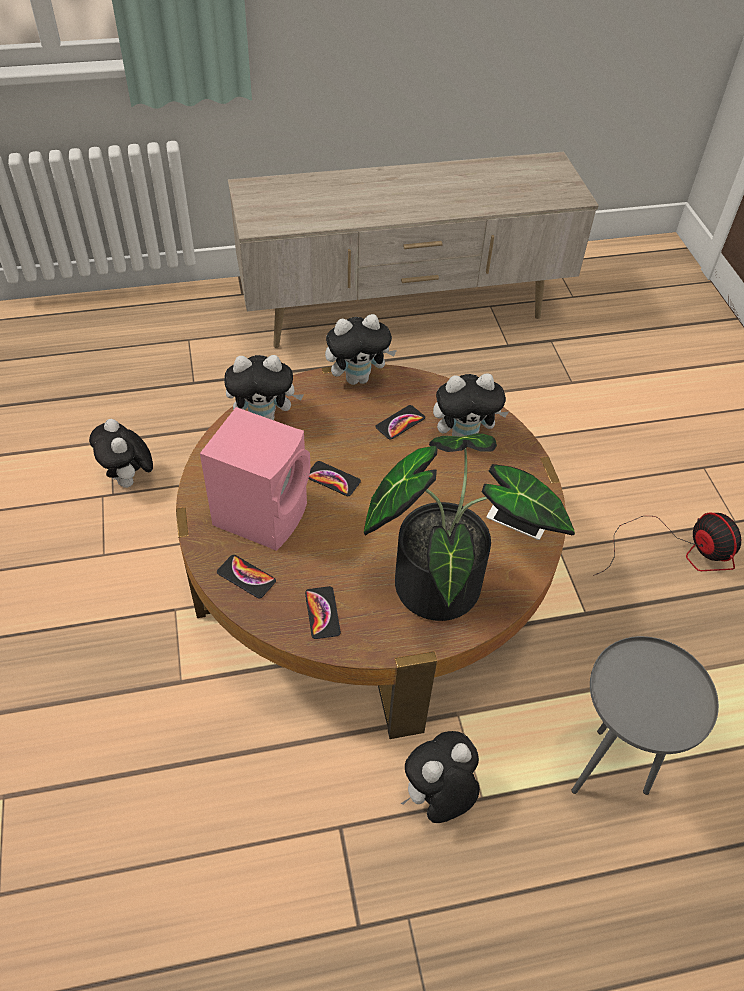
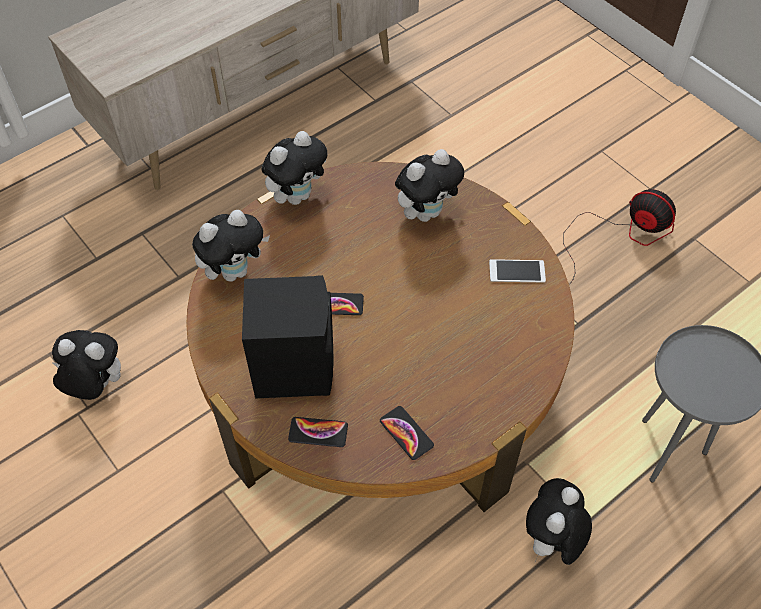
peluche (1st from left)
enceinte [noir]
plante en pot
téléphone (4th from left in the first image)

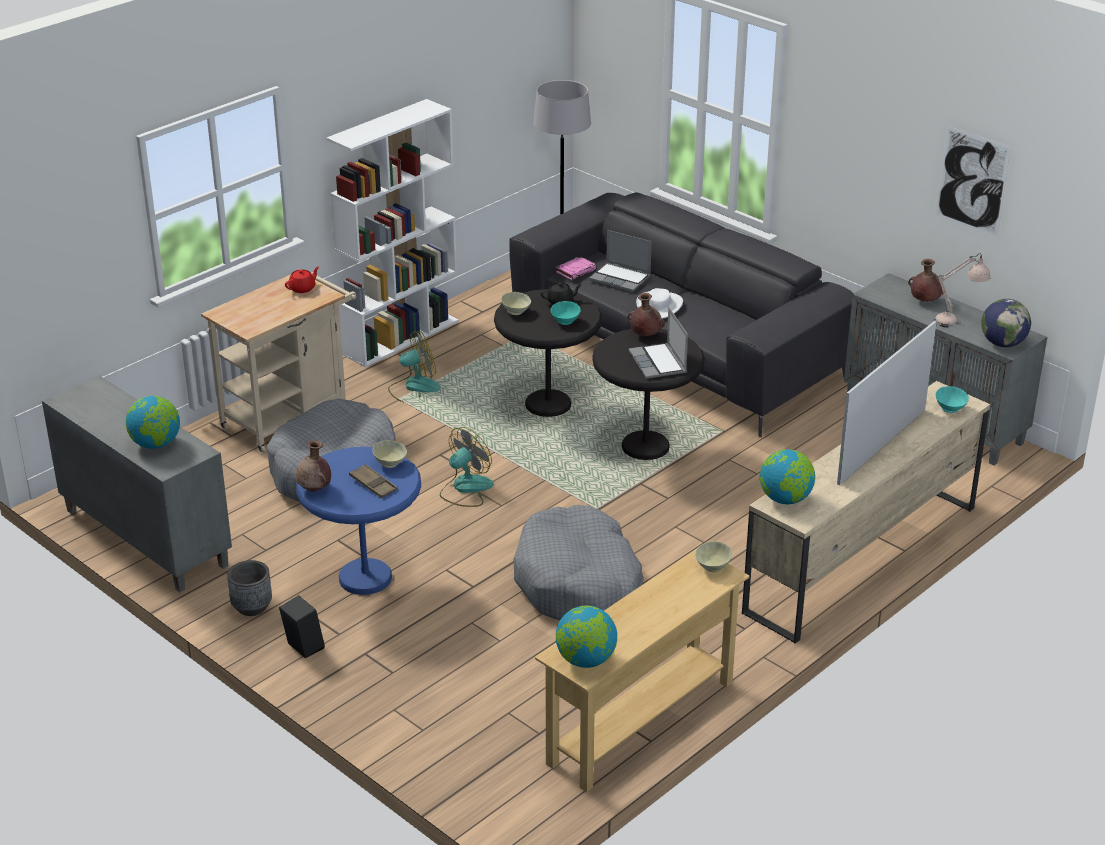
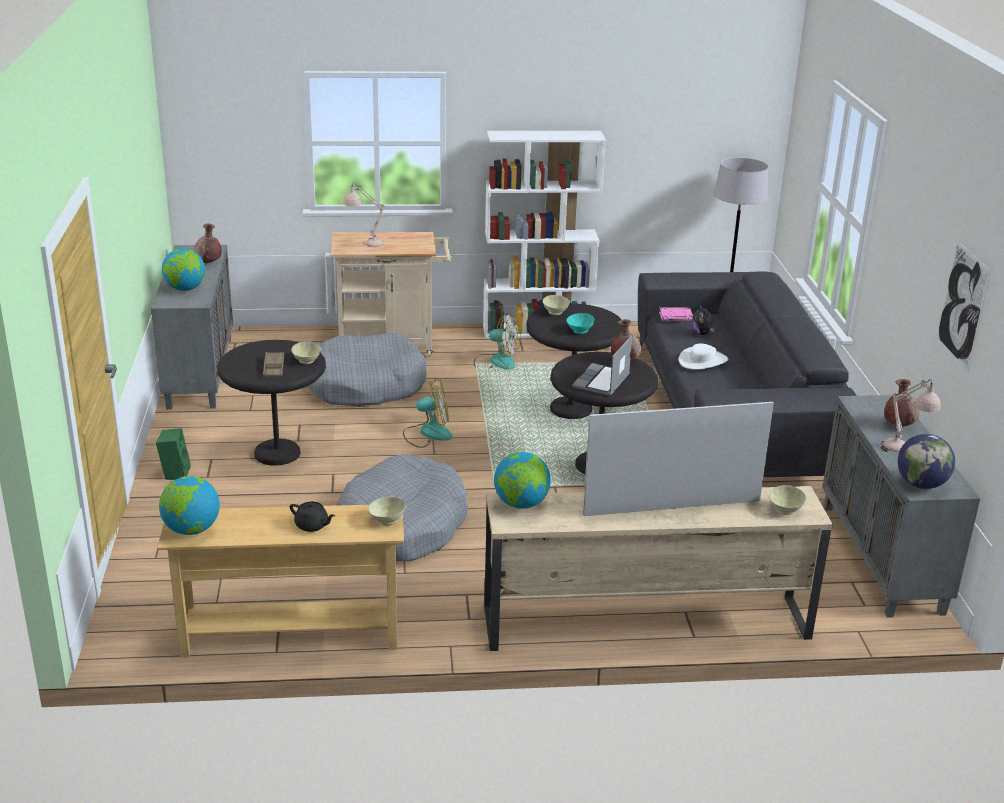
cache-pot [gris]
enceinte [vert]
théière [rouge]
vase [marron] (1st from left)
table d'appoint [noir] (1st from left)
théière [noir]
peluche
bol [beige] (4th from left)
lampe de table [beige] (1st from left)

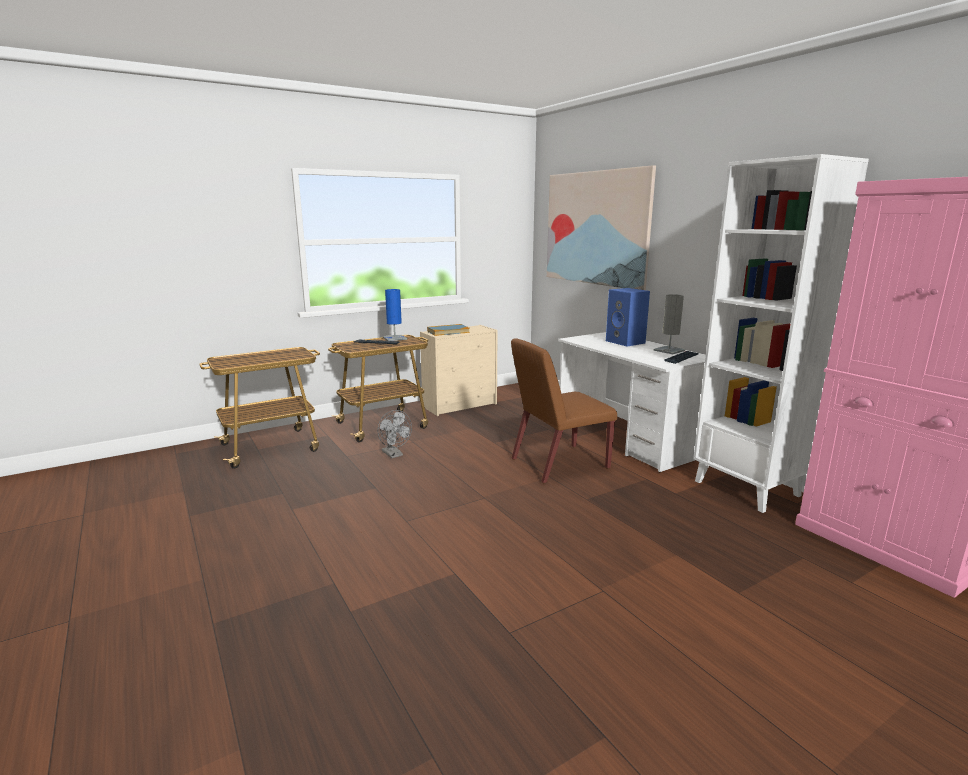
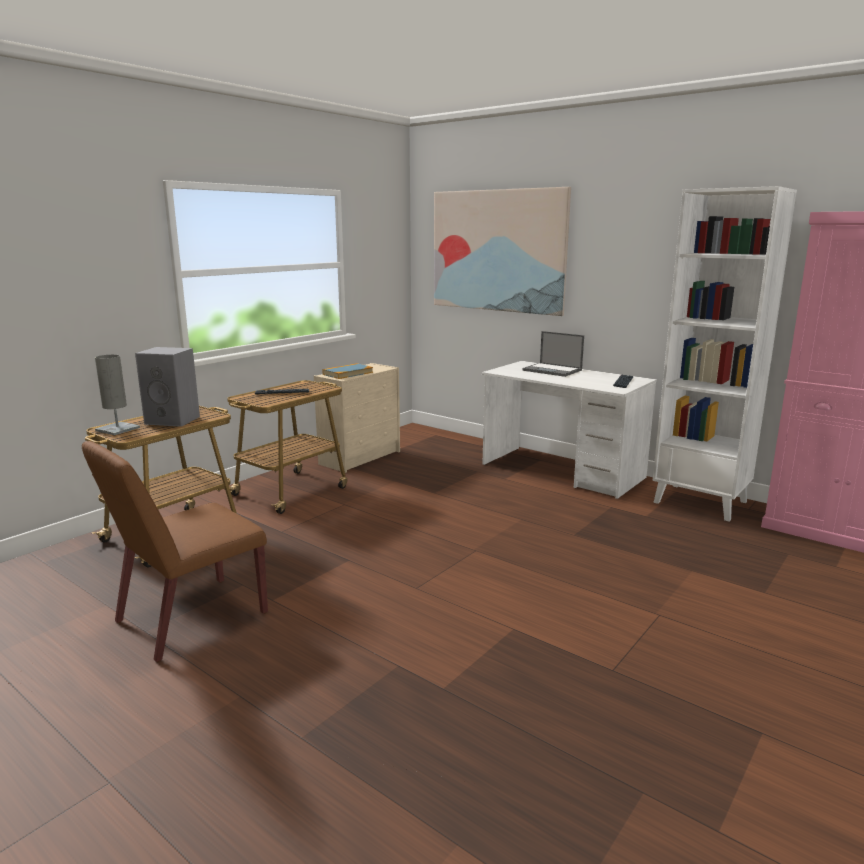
ventilateur [gris]
lampe de table [bleu]
chaise [marron]
ordinateur portable
lampe de table [gris]
enceinte [gris]

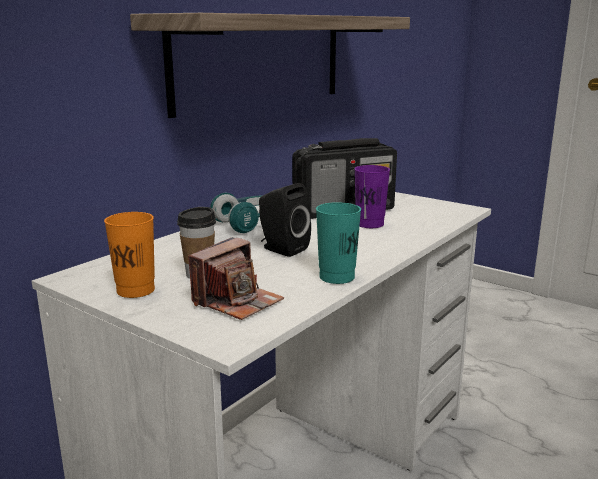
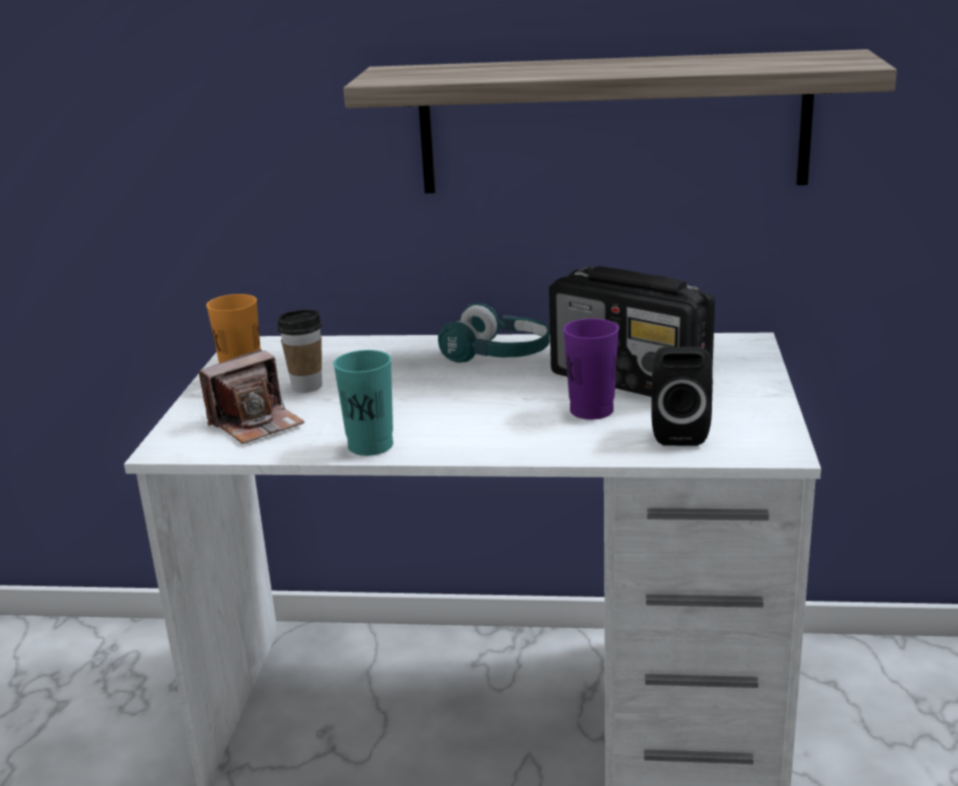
appareil photo
enceinte [noir]

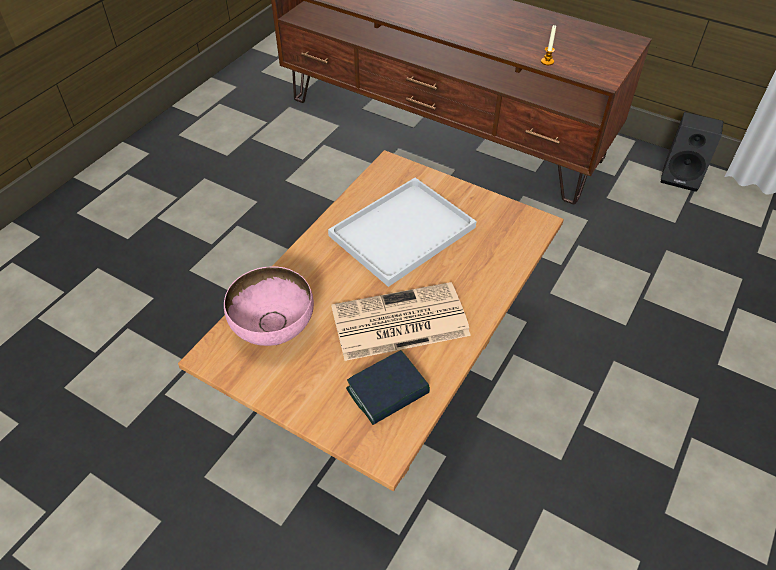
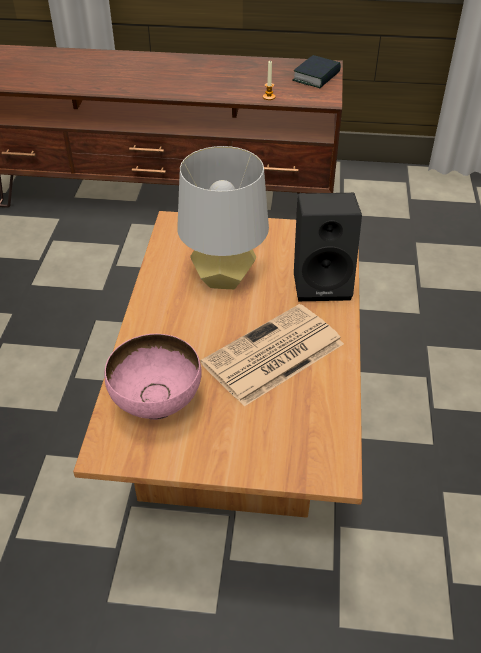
lampe de table [gris]
livre
enceinte [noir]

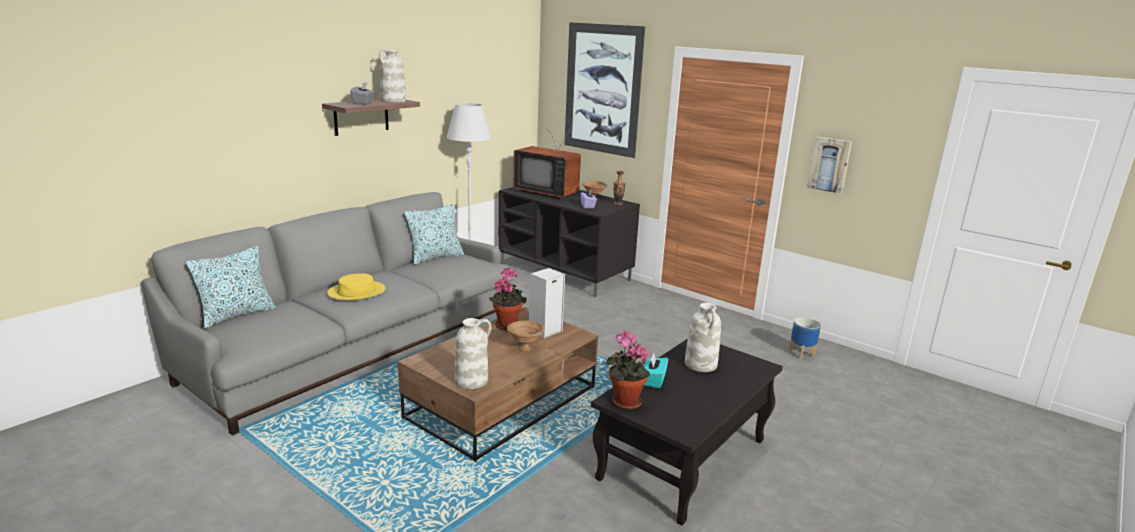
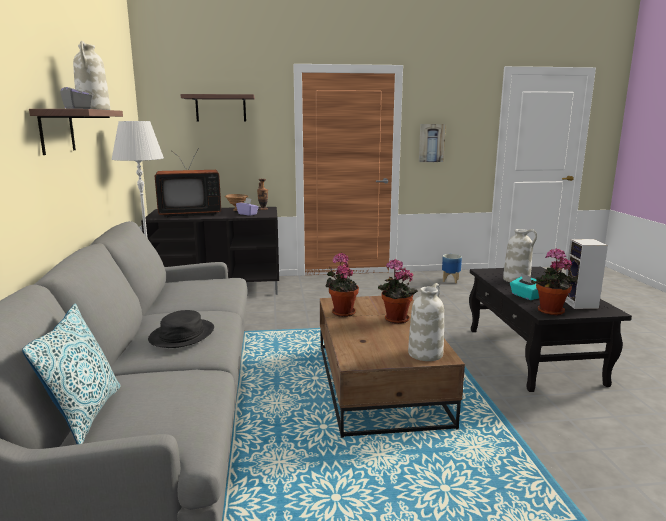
chapeau [noir]
coussin (2nd from left in the first image)
plante en pot (2nd from left)
enceinte
étagère (2nd from left)

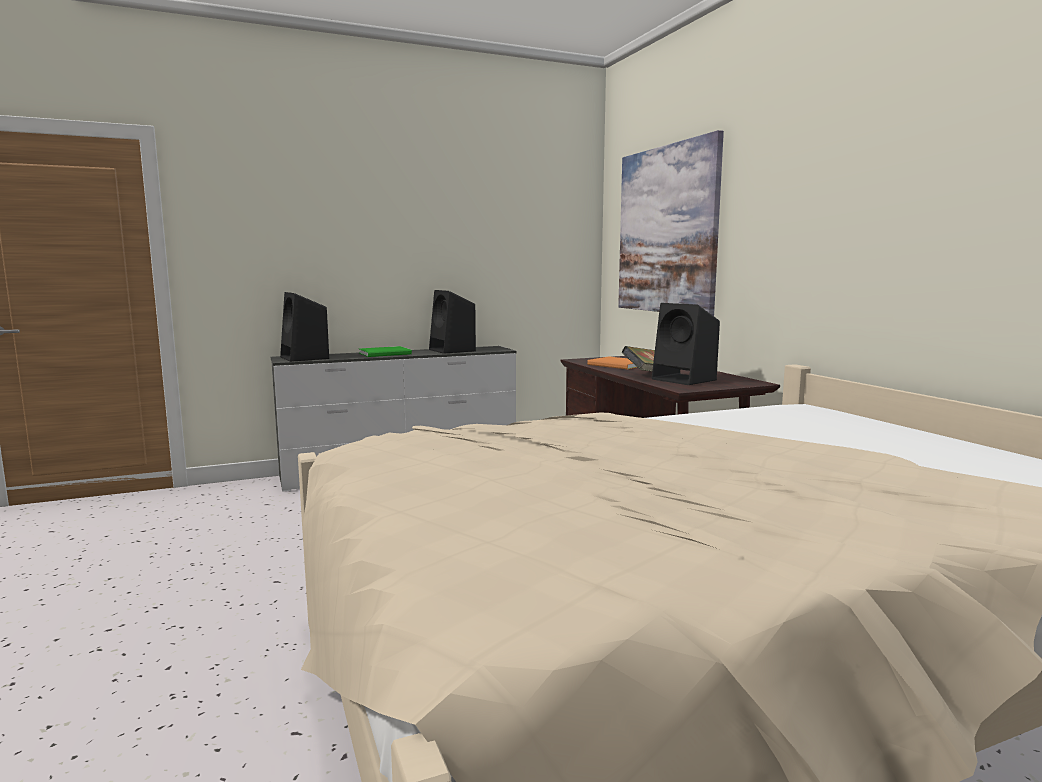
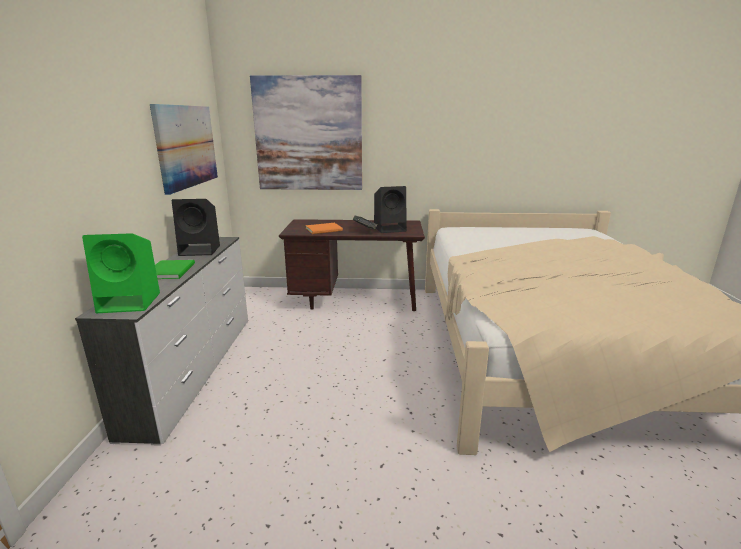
enceinte [vert]
tableau (1st from left)

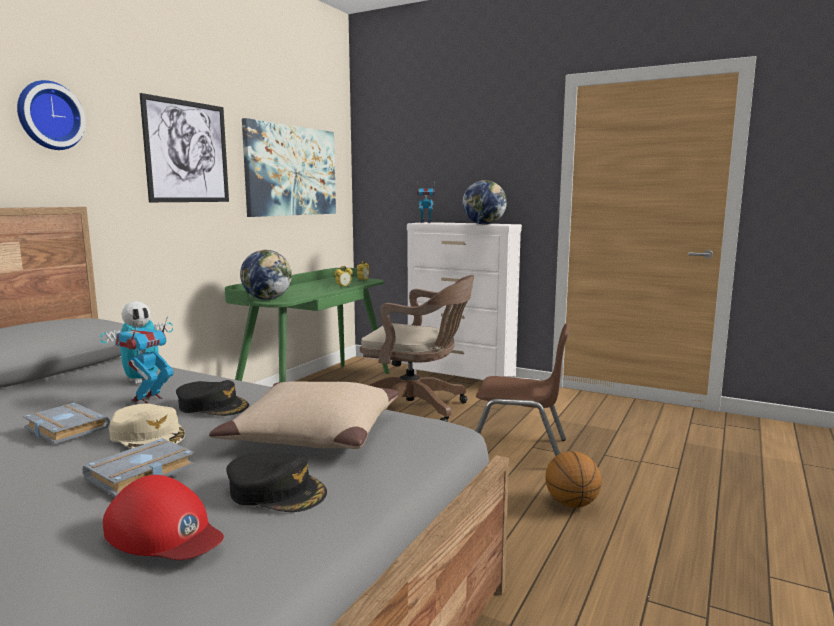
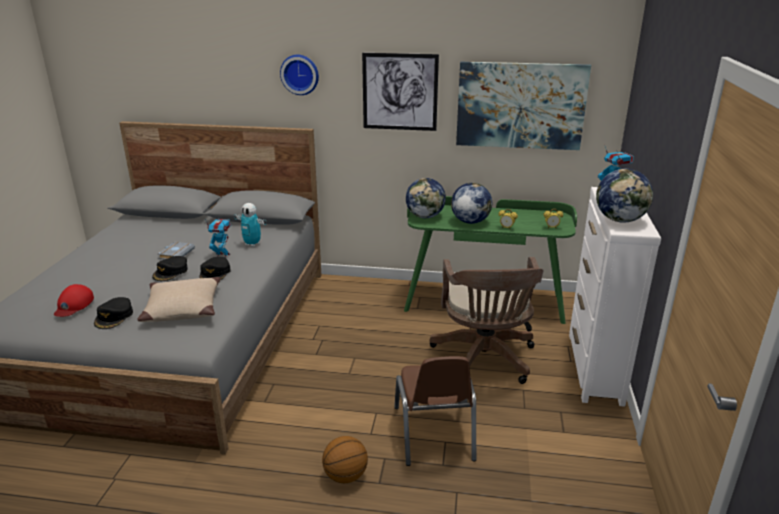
livre [gris] (2nd from left in the first image)
casquette [noir] (2nd from left)
globe (2nd from left)

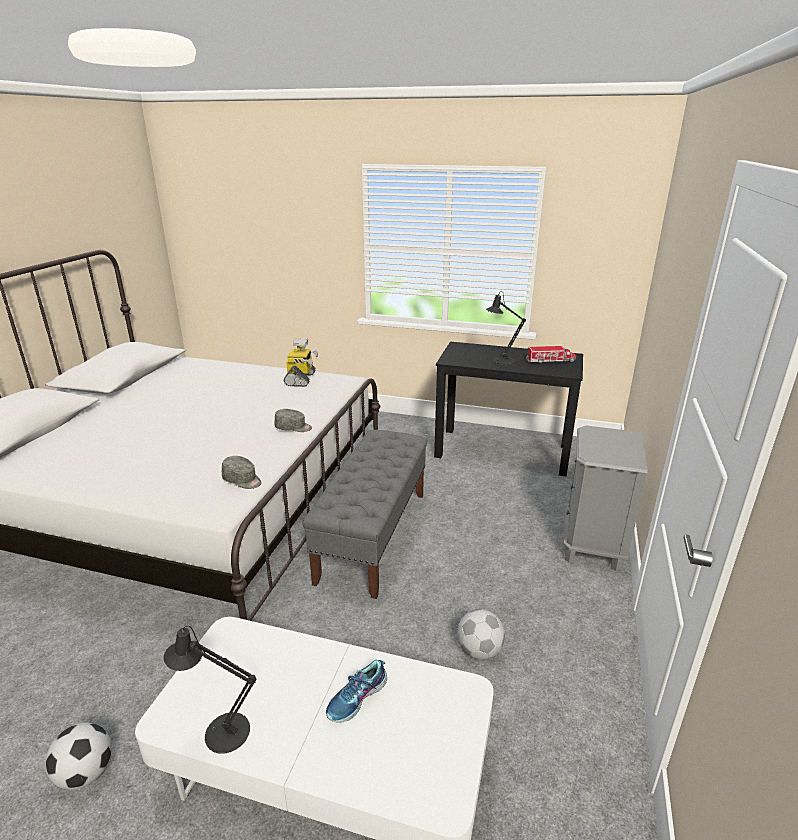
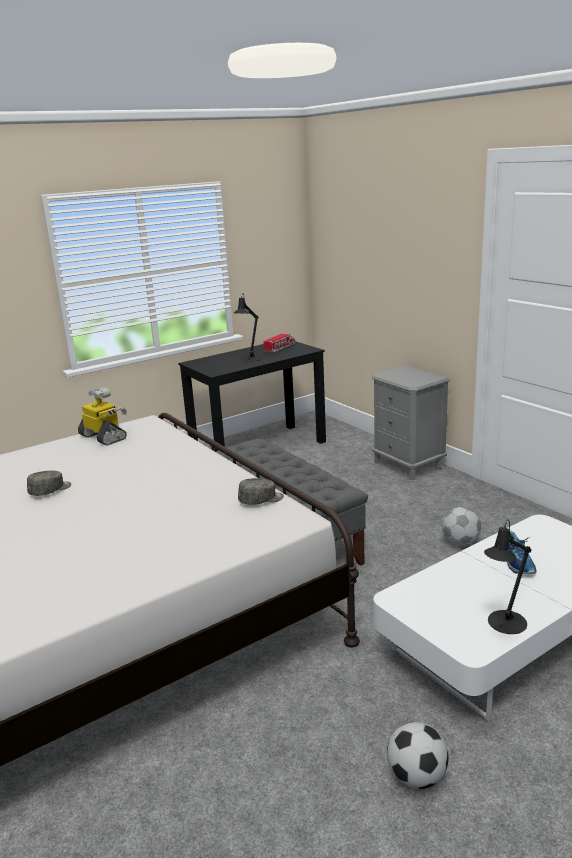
casquette [gris] (1st from left)

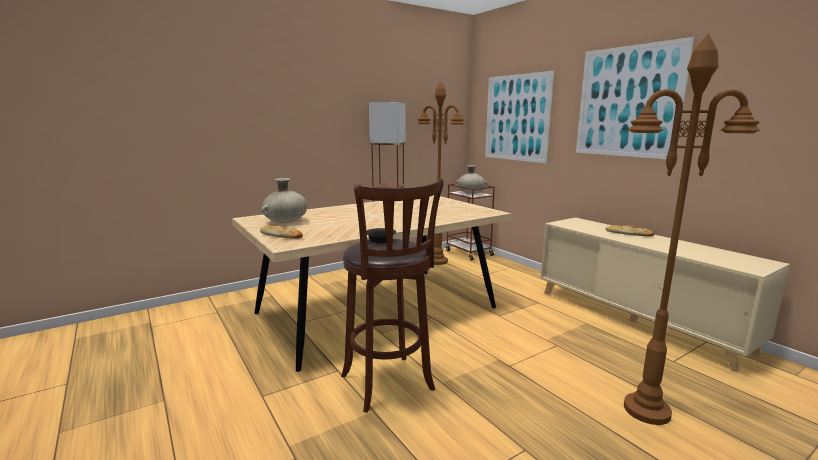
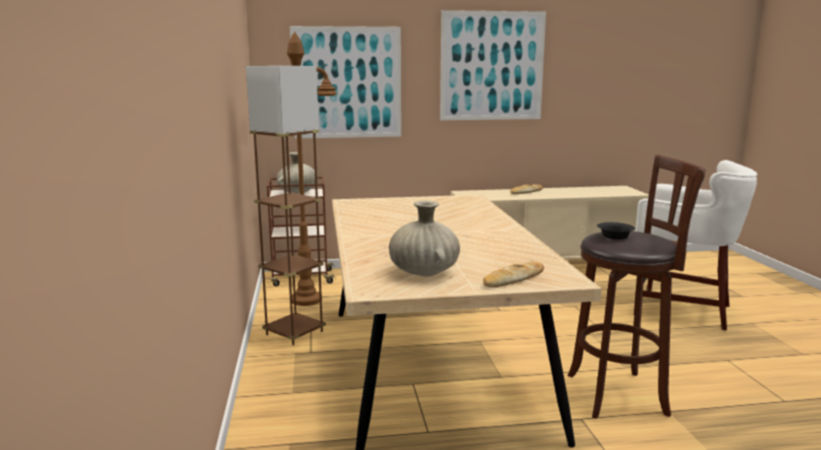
tabouret [blanc]

